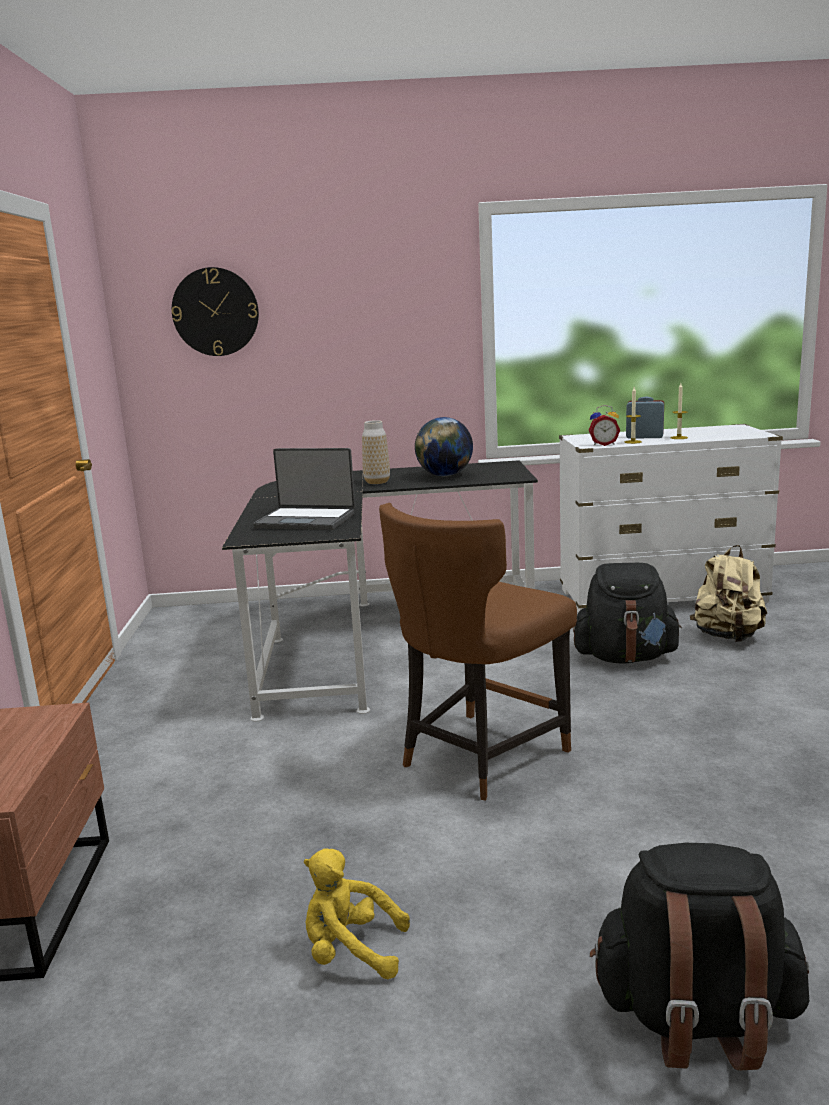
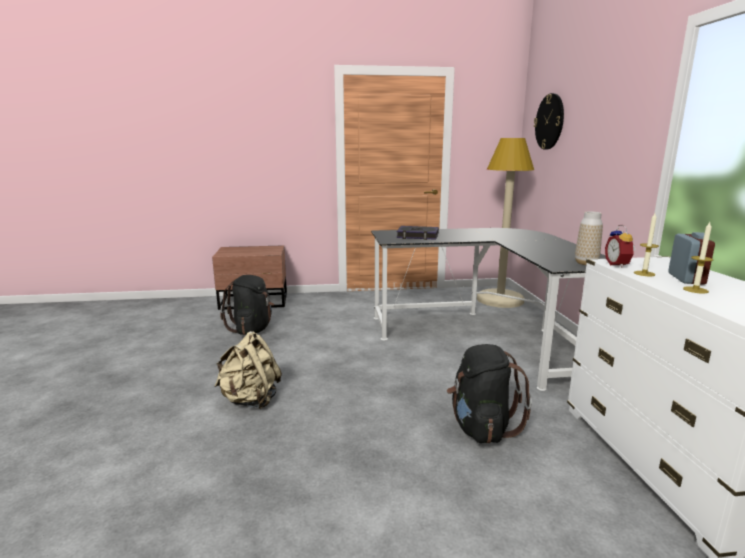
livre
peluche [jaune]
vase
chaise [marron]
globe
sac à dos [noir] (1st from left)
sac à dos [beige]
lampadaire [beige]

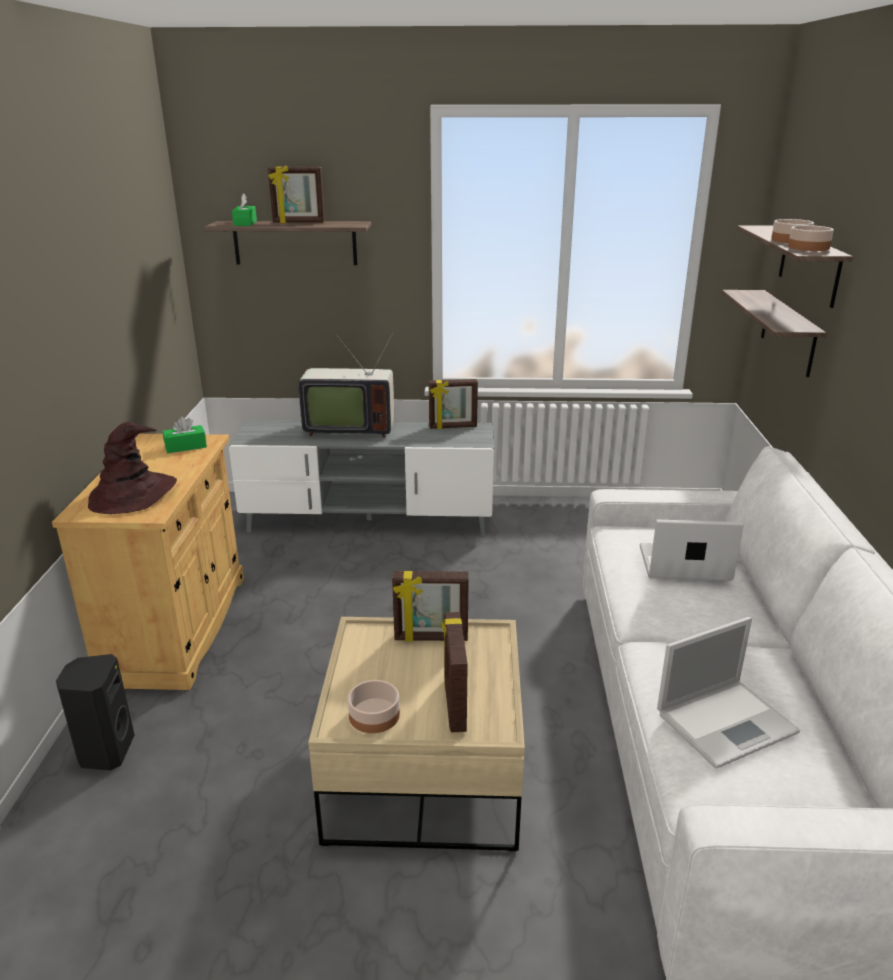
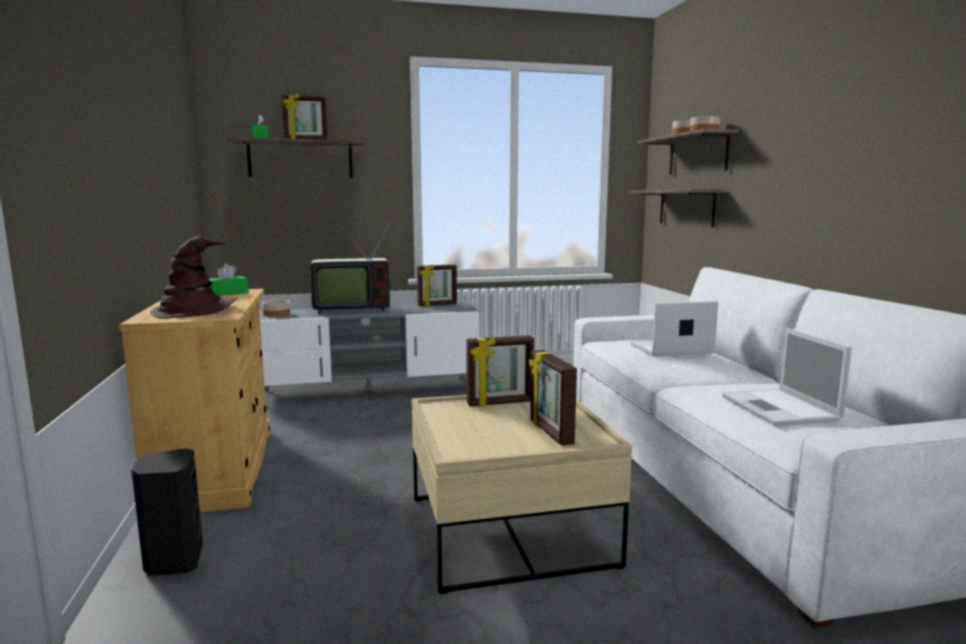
bol (1st from left)
ordinateur portable (2nd from left)

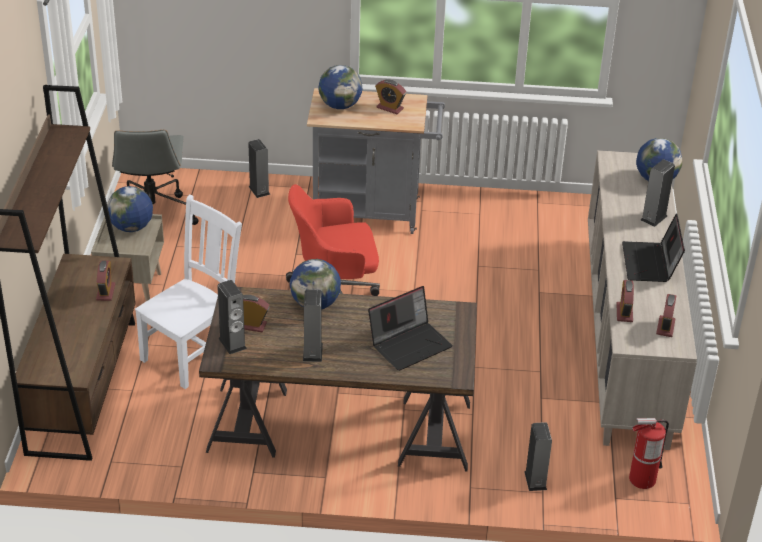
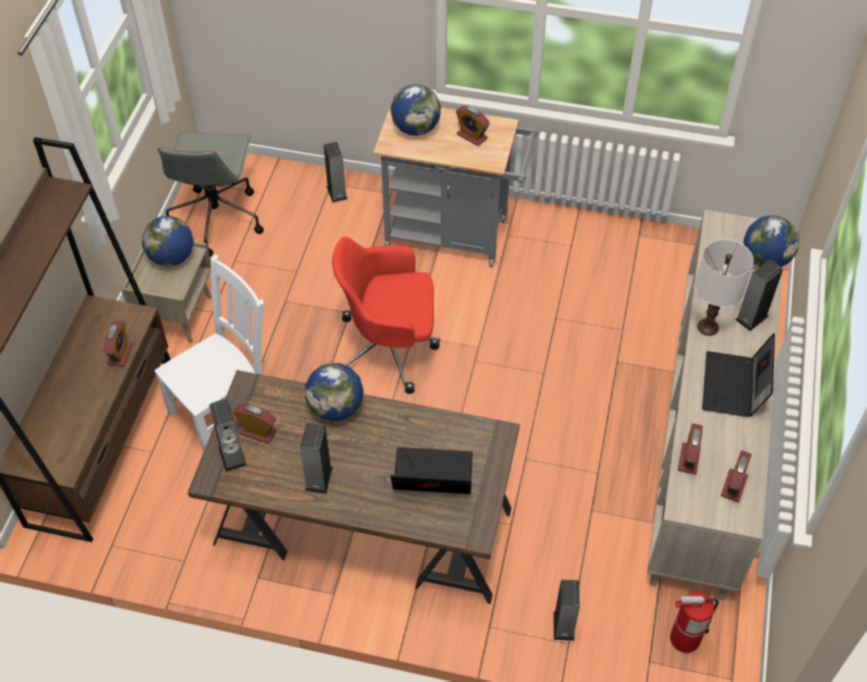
ordinateur portable (1st from left)
lampe de table [blanc]

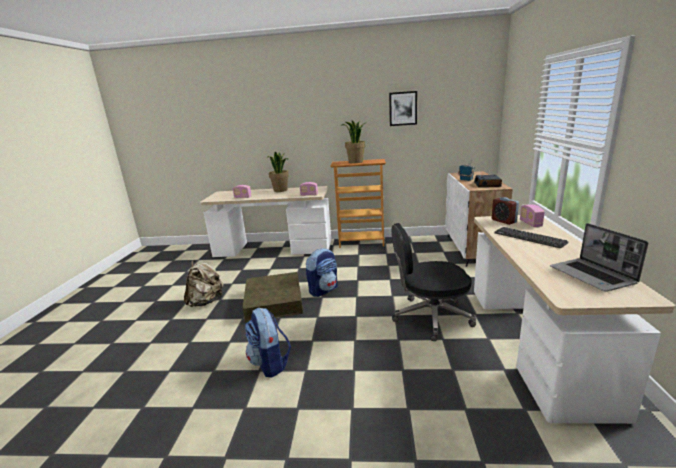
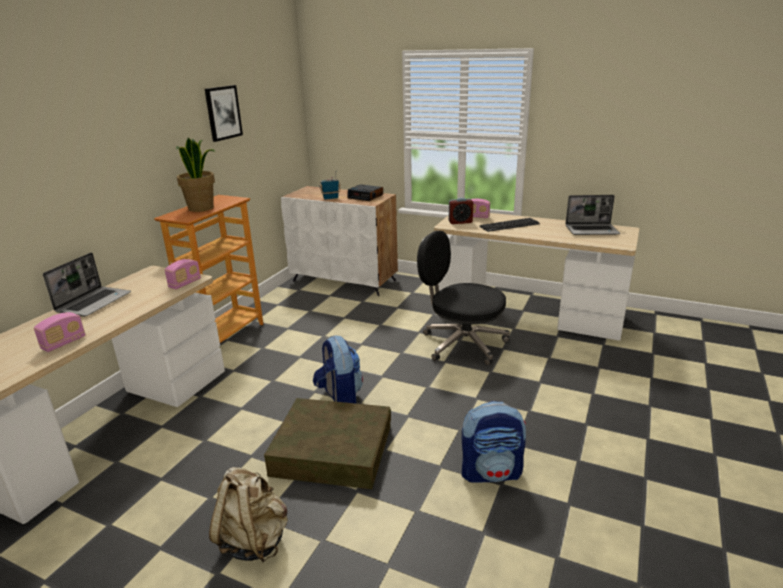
ordinateur portable (1st from left)
chaise de bureau [noir]

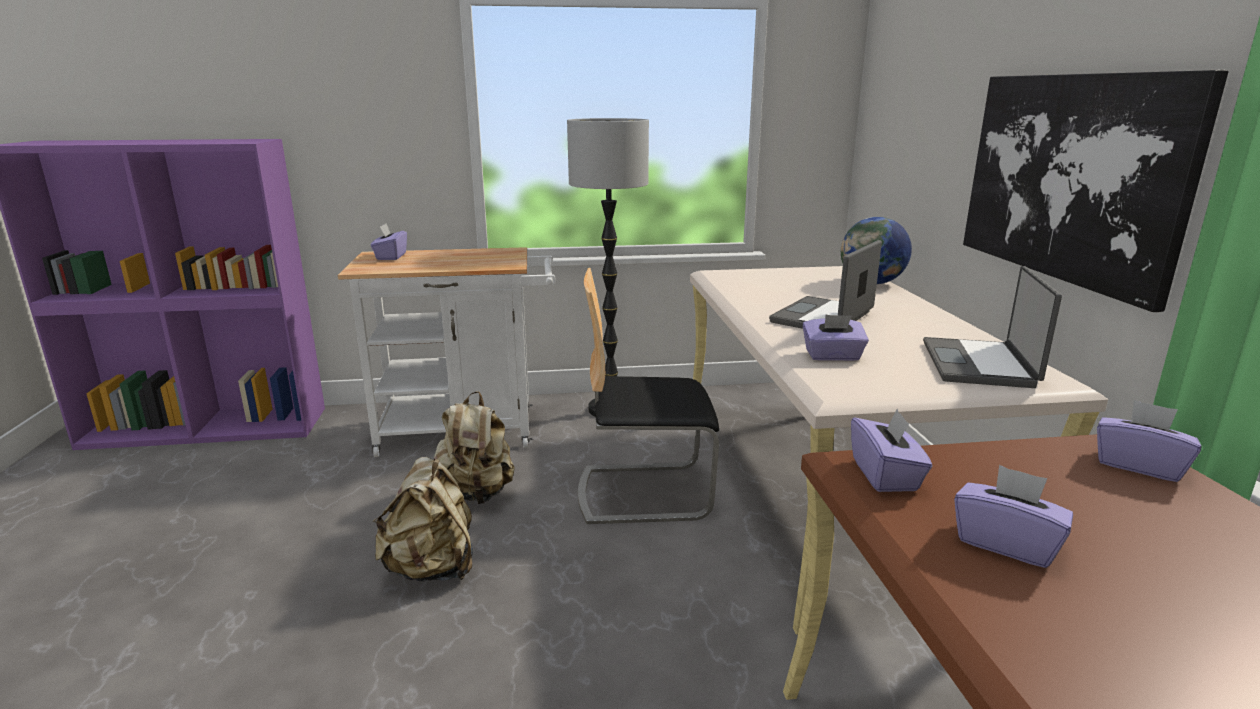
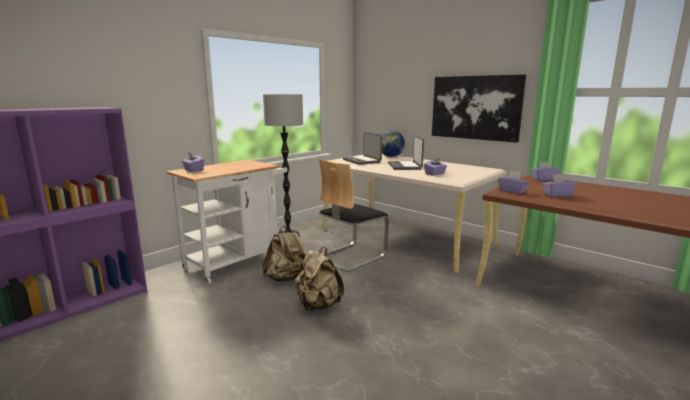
ordinateur portable (1st from left)

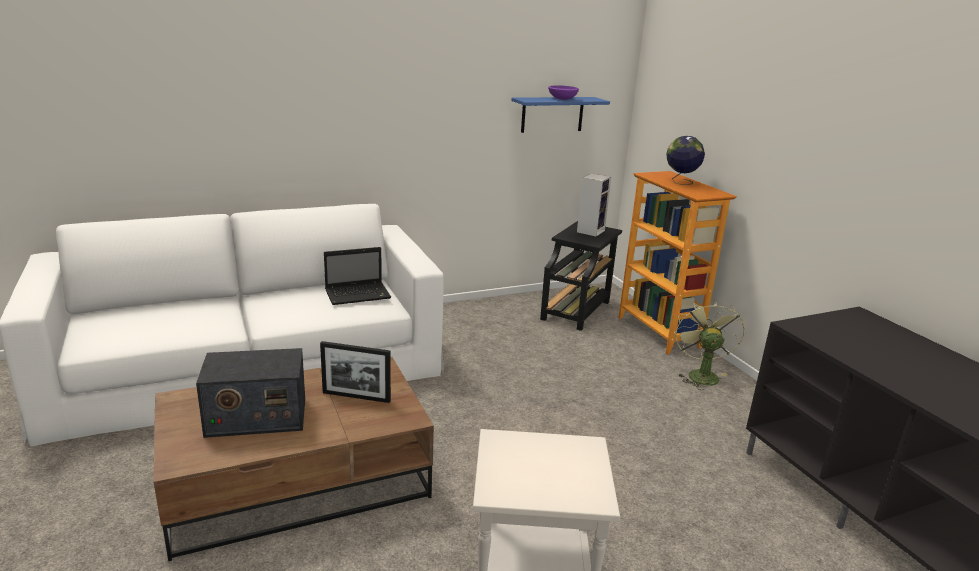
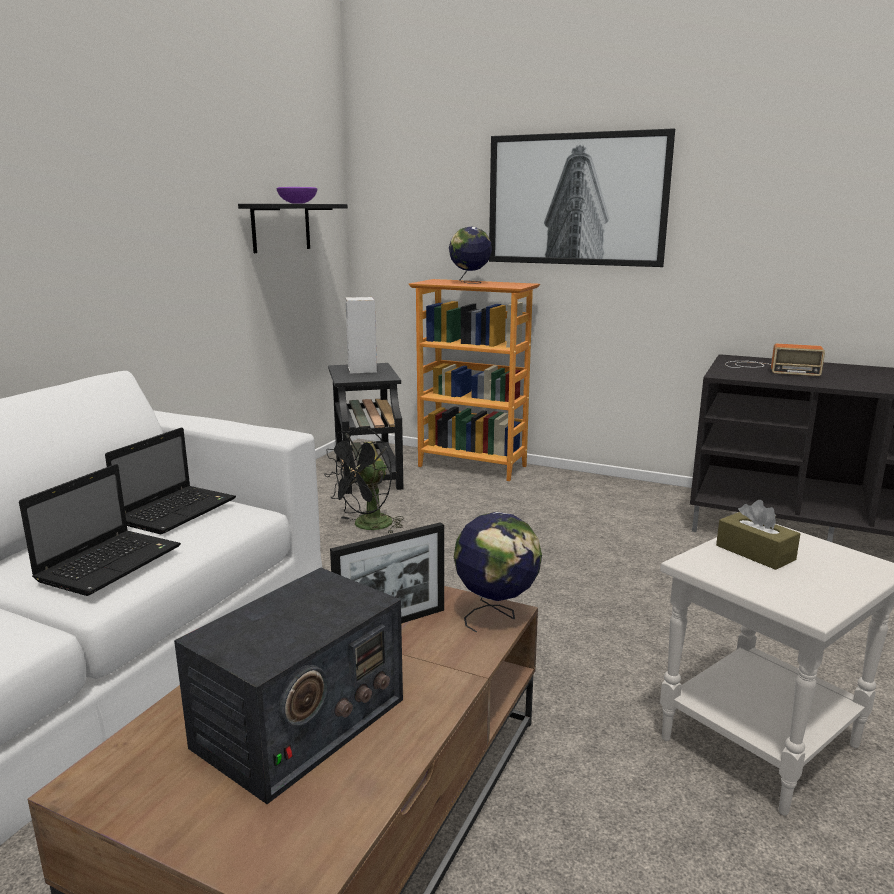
étagère [noir]
ventilateur [vert]
ordinateur portable (1st from left)
ventilateur [noir]
globe (2nd from left)
tableau
boîte à mouchoirs [marron]
radio (2nd from left)

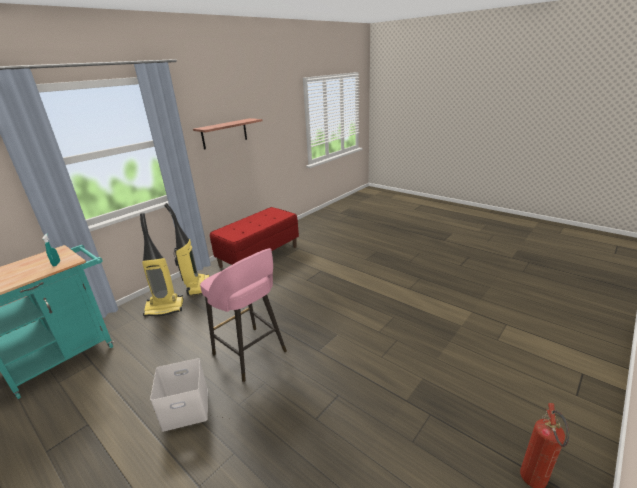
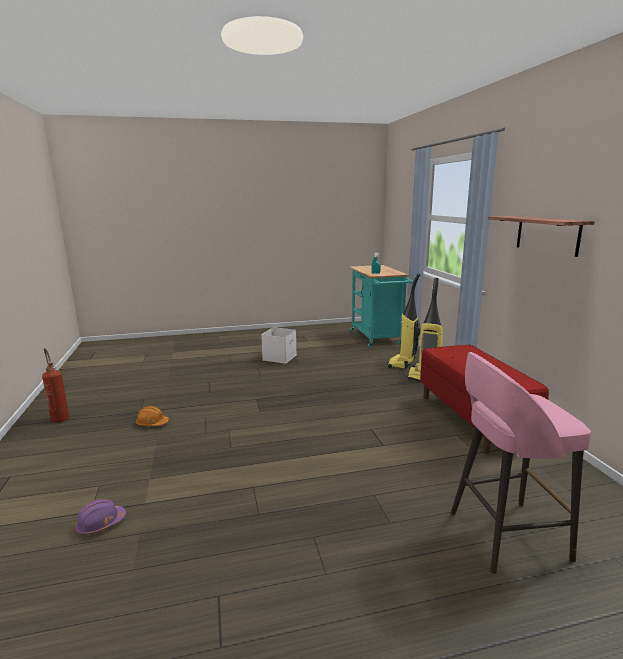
tabouret [rose]
casque de chantier [violet]
casque de chantier [orange]

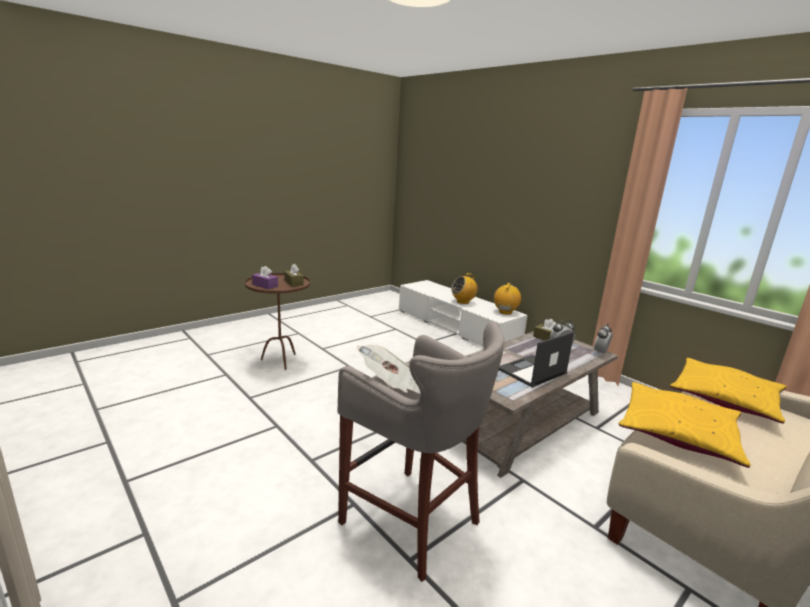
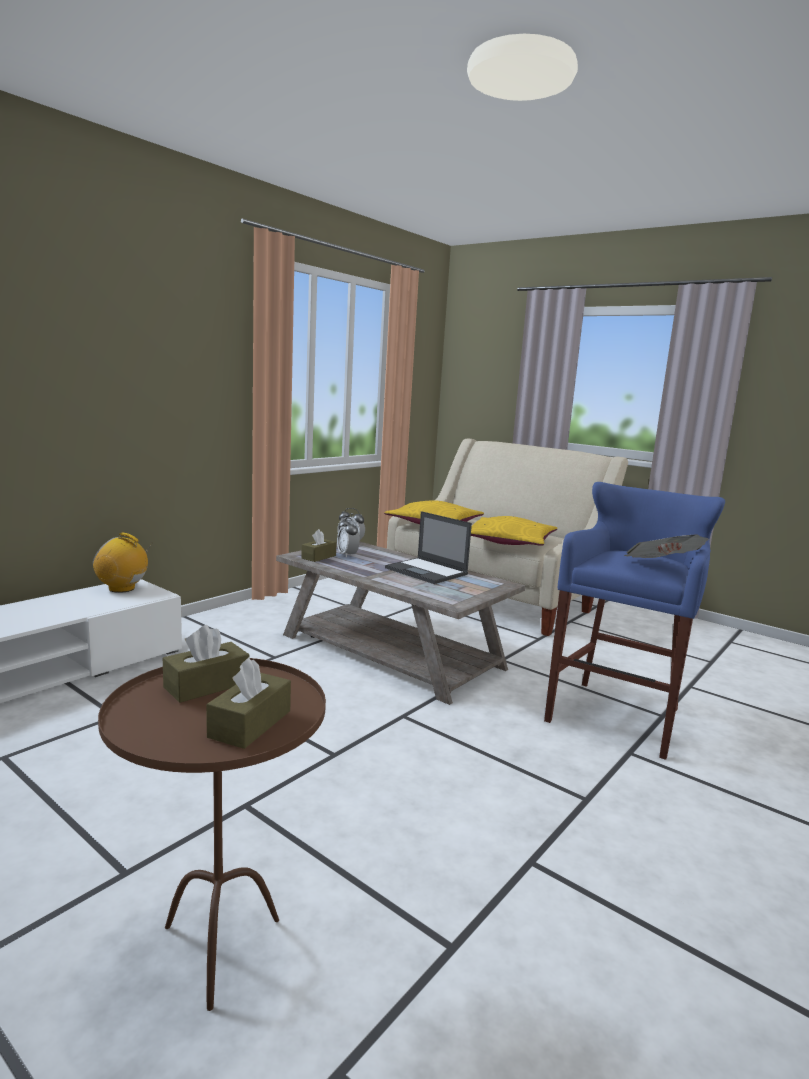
boîte à mouchoirs [marron] (2nd from left)
tabouret [bleu]
radio (1st from left in the first image)

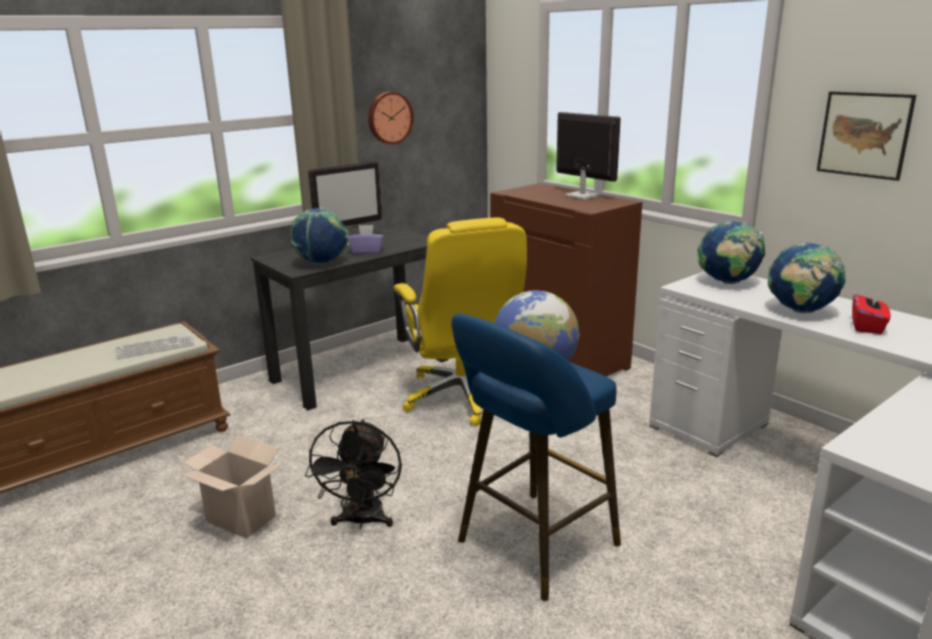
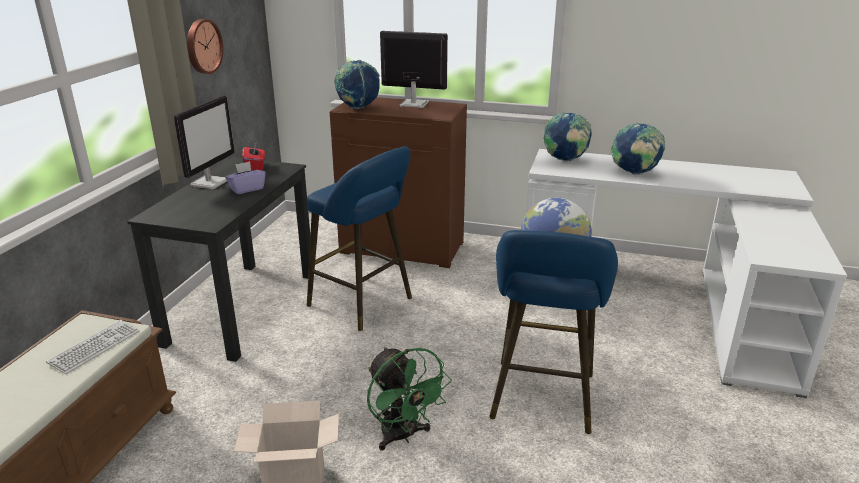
globe (1st from left)
ventilateur [vert]
tabouret [bleu] (1st from left)
tableau
boîte à mouchoirs [rouge]

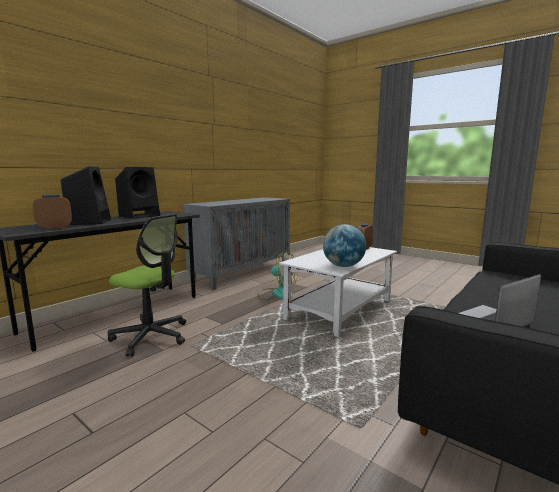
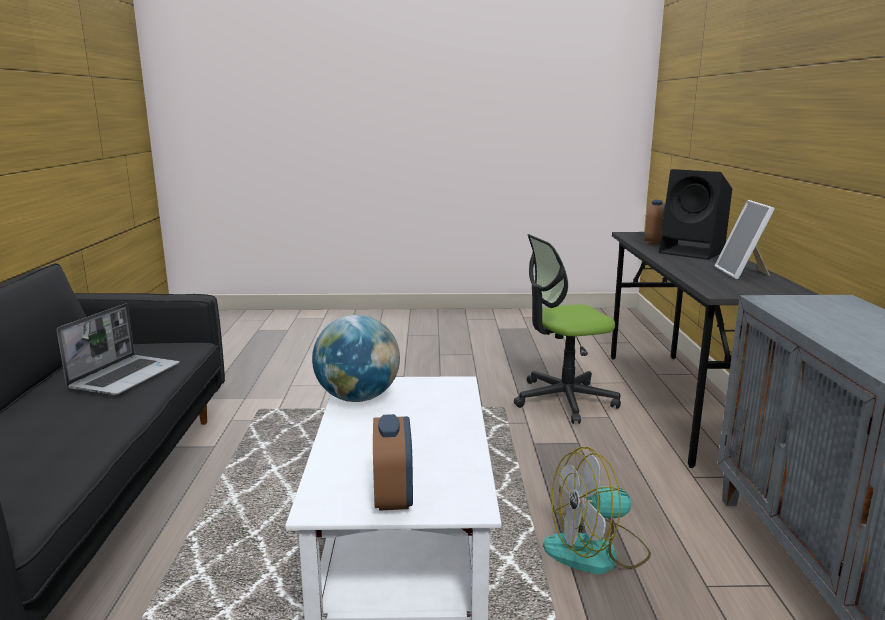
cadre photo

